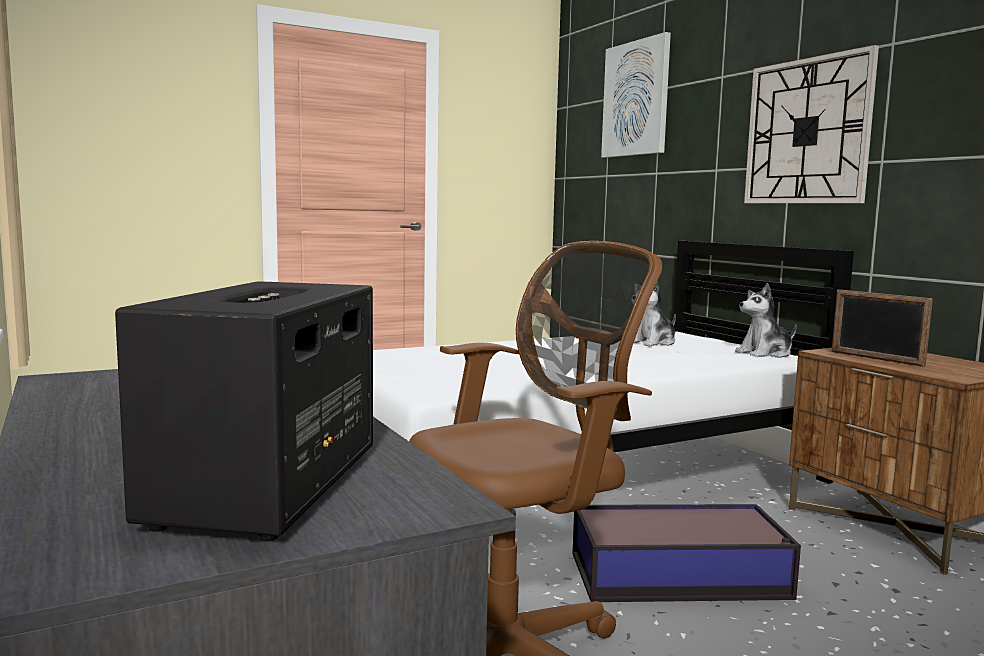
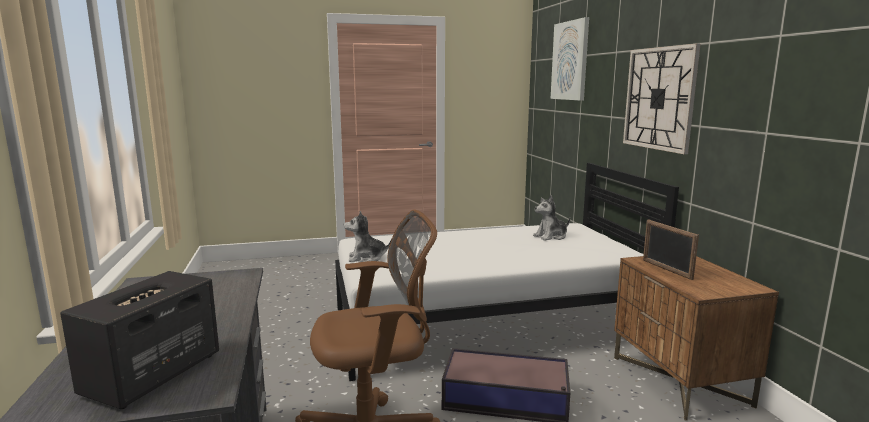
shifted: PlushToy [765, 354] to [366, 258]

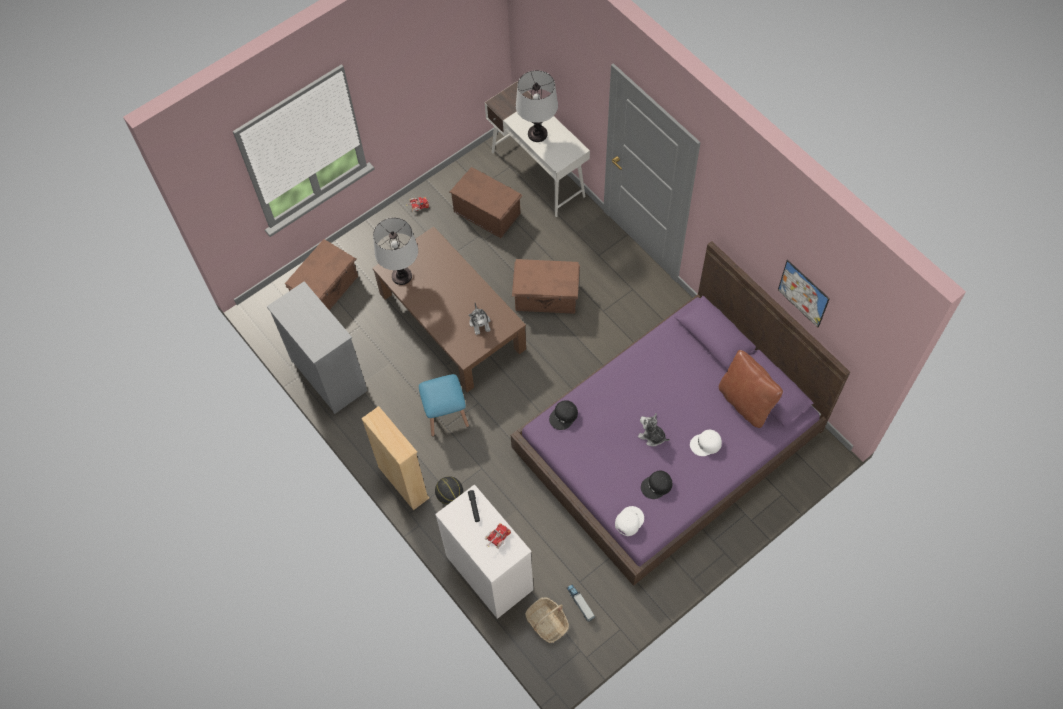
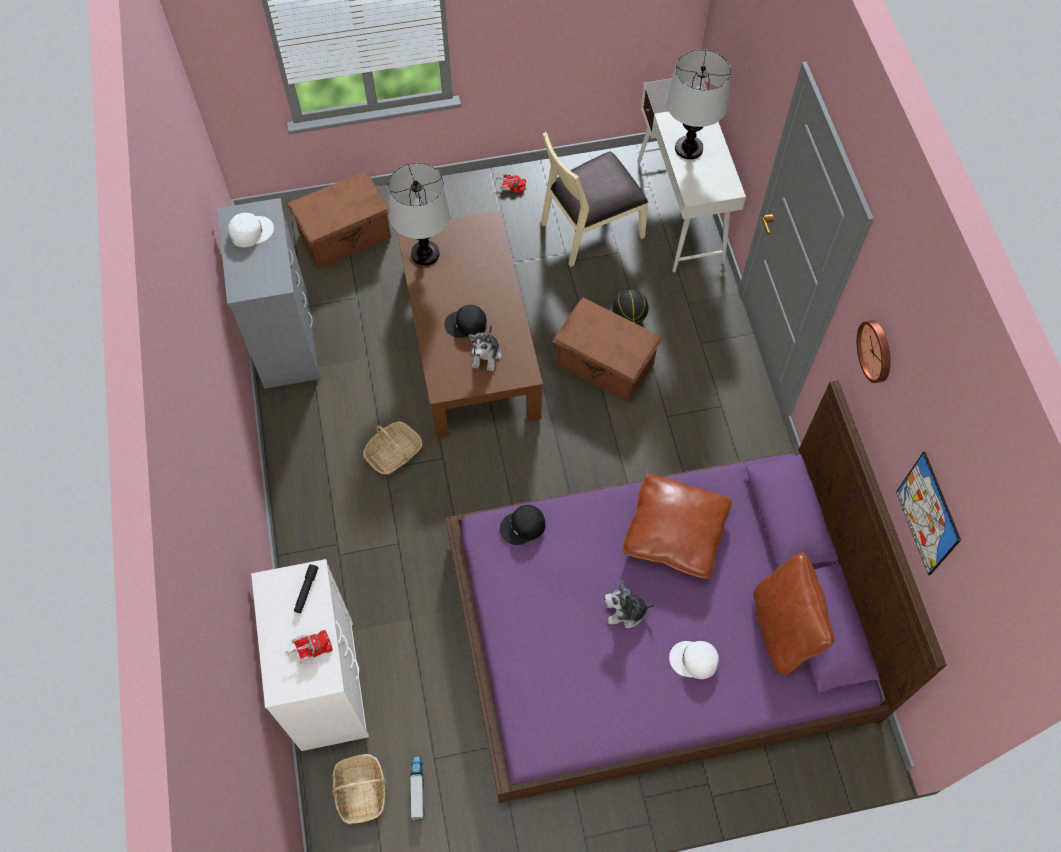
gone: BeigeBookcase [403, 482]
new: BrownPillow [675, 532]; WallClock [876, 351]
shifted: Basketball [450, 495] to [628, 317]; WhiteCap [629, 521] to [250, 231]; BlackCap [657, 486] to [466, 324]
swapped: BlueStool [445, 415] to Basket [394, 453]; BrownStorageBox [487, 212] to BeigeChair [590, 229]
rotated: PlushToy [652, 436] = [625, 612] 60 degrees counterclockwise

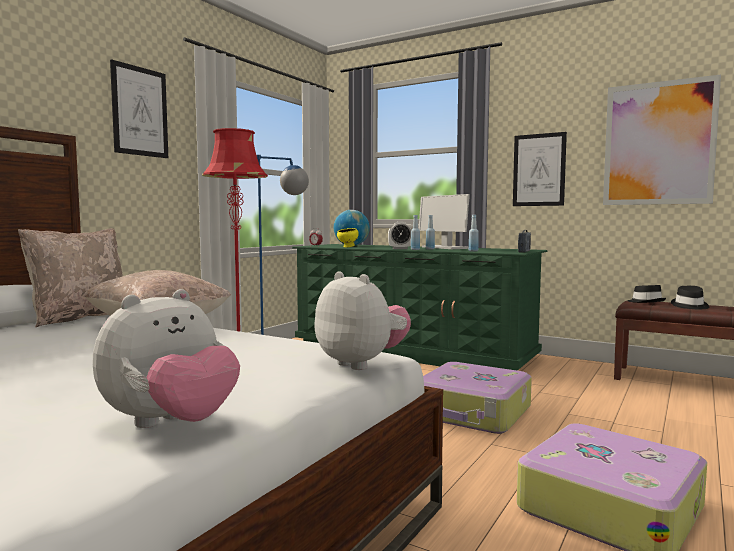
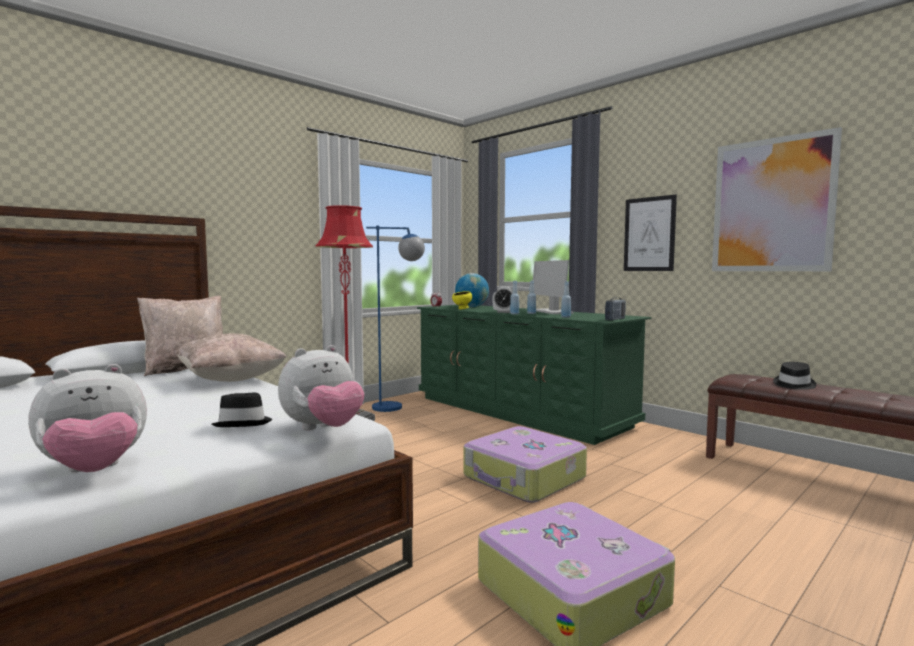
gone: Picture [140, 111]
shifted: BlackHat [646, 302] to [243, 423]
rotated: PlushToy [362, 363] = [323, 429] 75 degrees clockwise

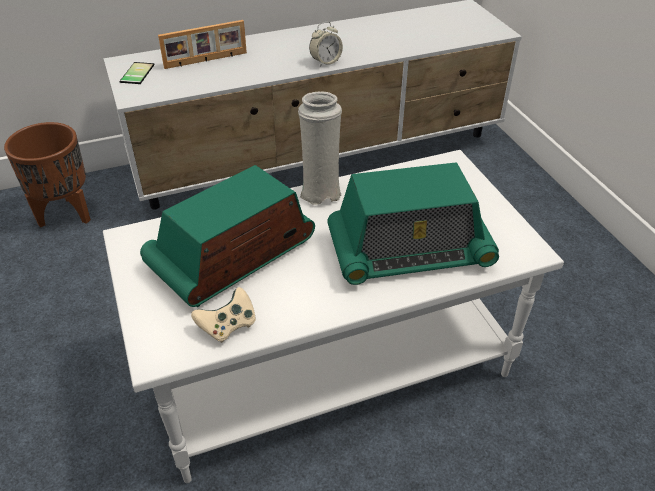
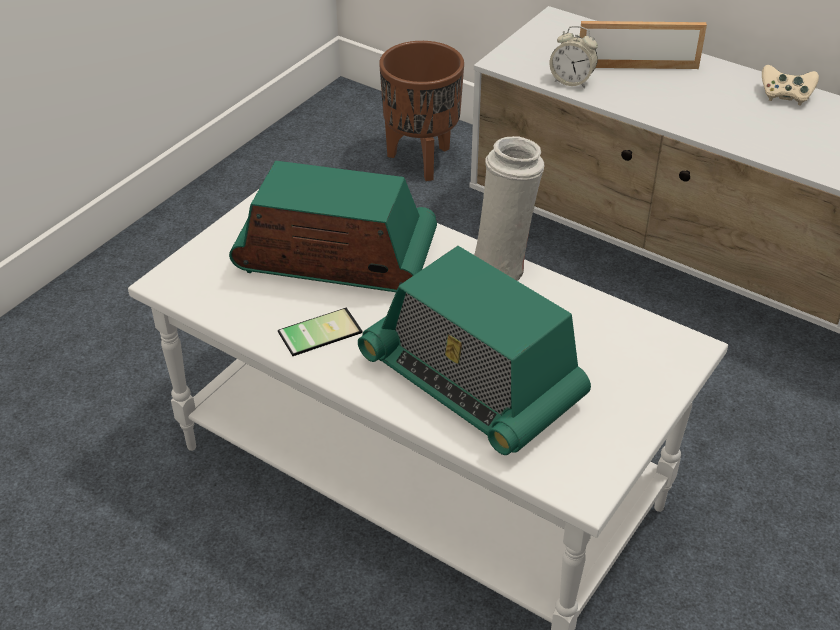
shifted: Phone [135, 73] to [318, 329]; BeigeGameController [228, 326] to [785, 96]; AlarmClock [325, 62] to [571, 81]
rotated: PictureFrame [206, 60] = [637, 66] 150 degrees clockwise

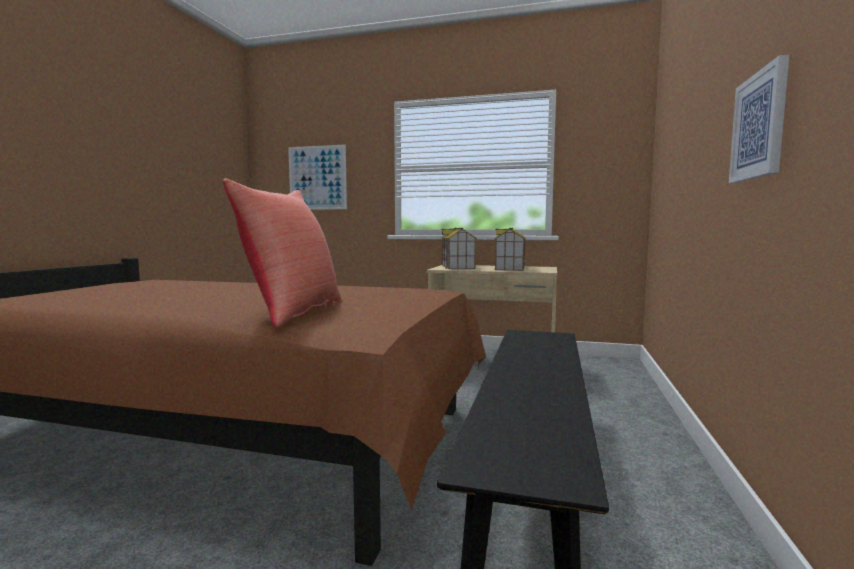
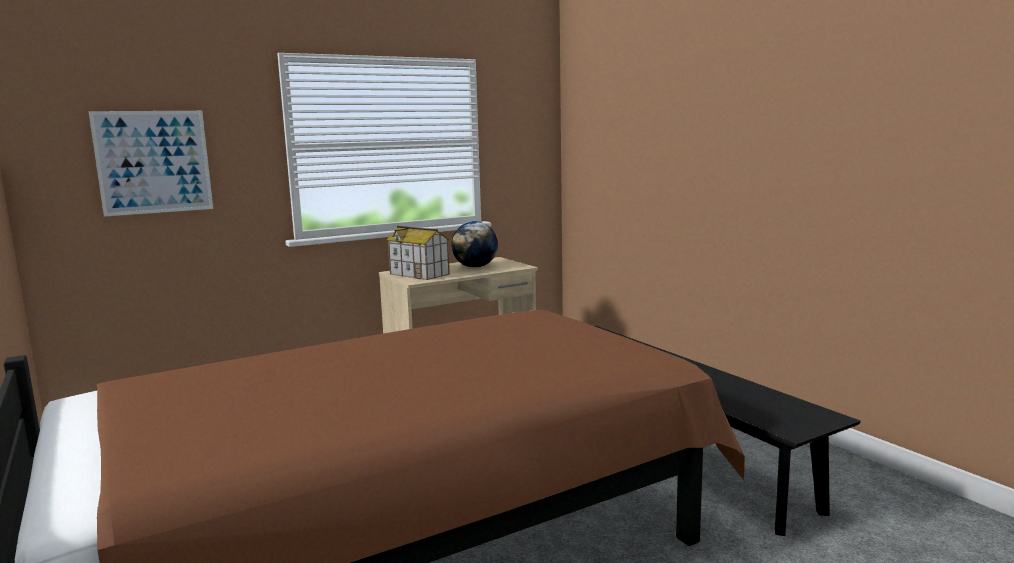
gone: RedPillow [293, 311]; Picture [759, 126]
swapped: ToyHouse [510, 268] to Globe [475, 267]

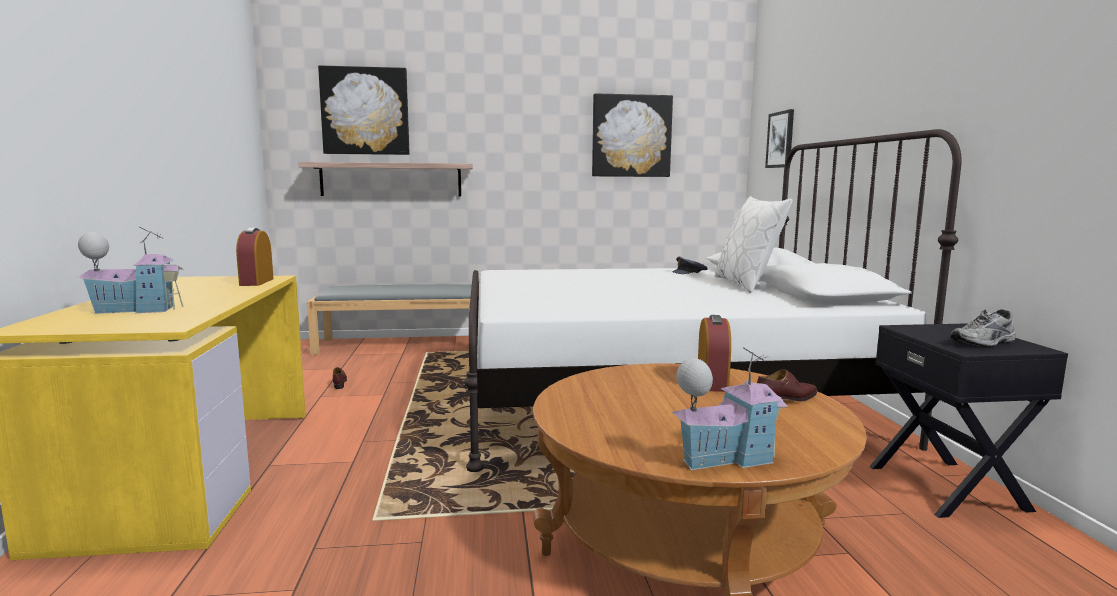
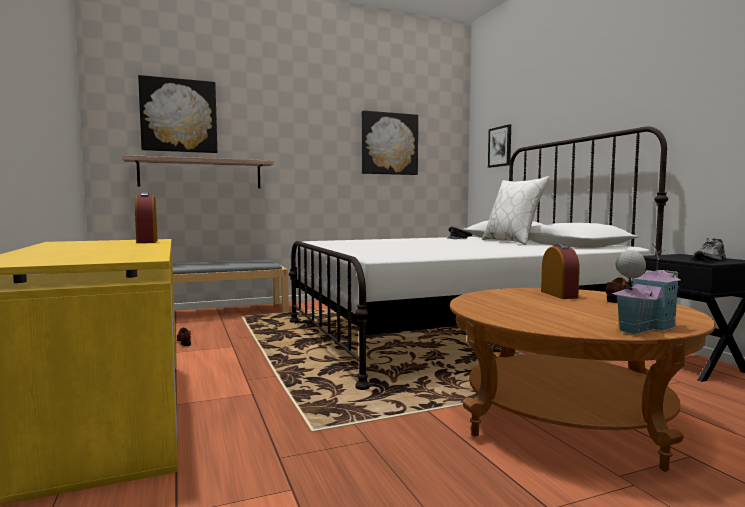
gone: ToyHouse [137, 310]

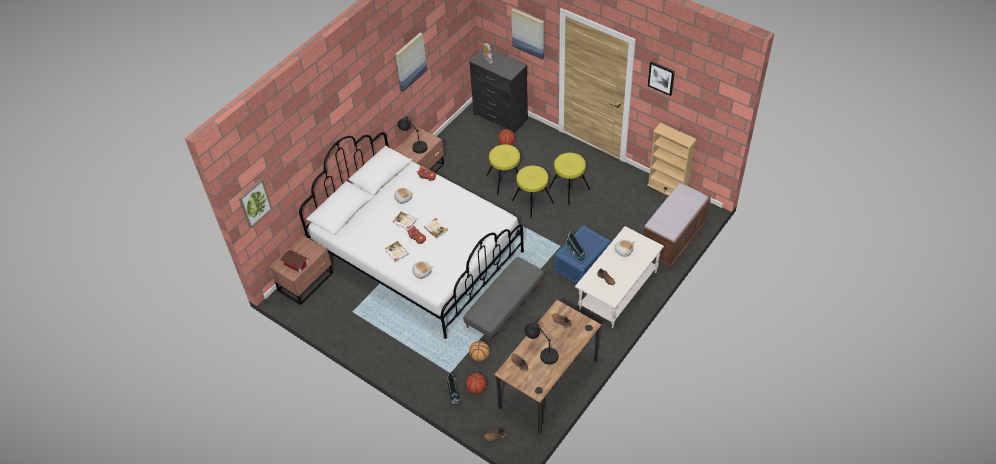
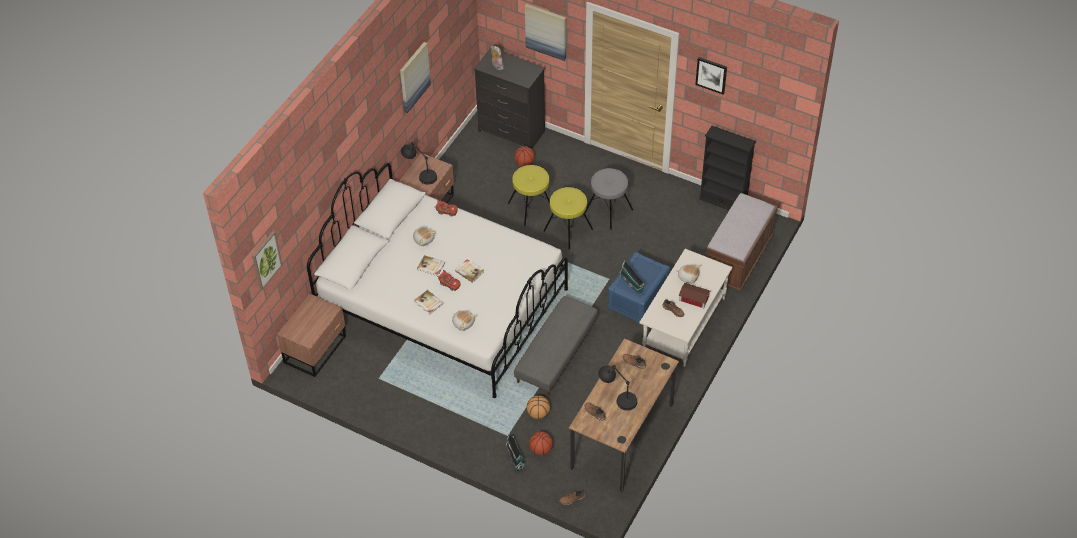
shifted: ToyHouse [295, 264] to [694, 299]
repainted: YellowStool [569, 189] to GreyStool [608, 211]; BeigeBookcase [667, 189] to BlackBookcase [723, 201]

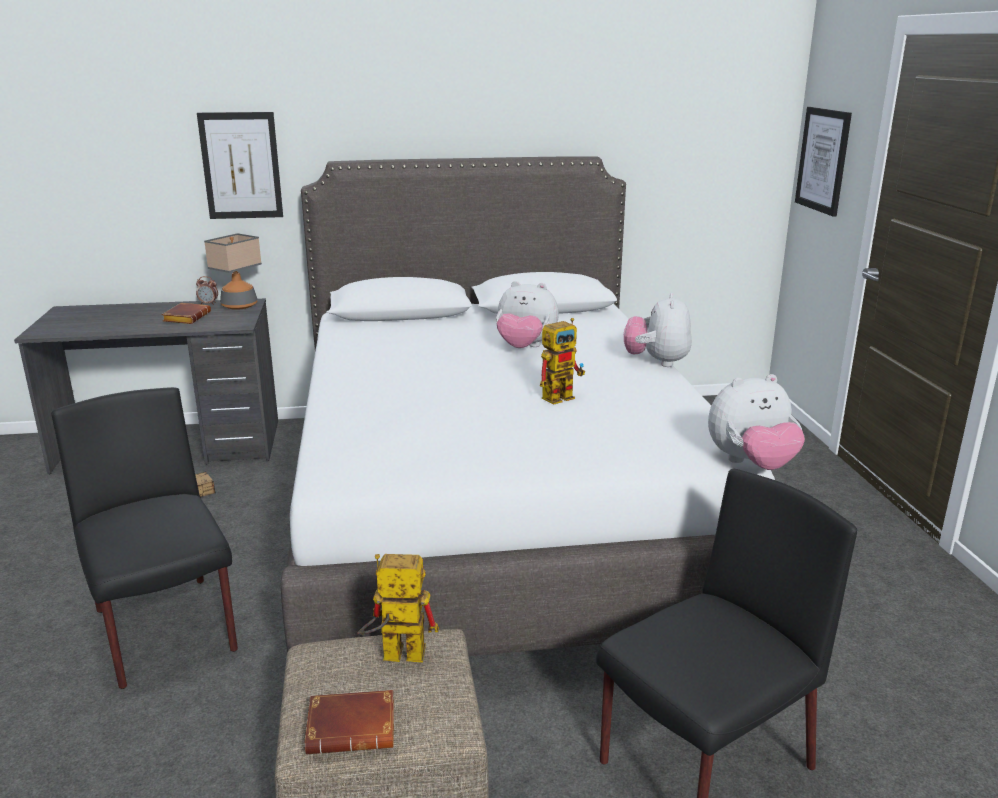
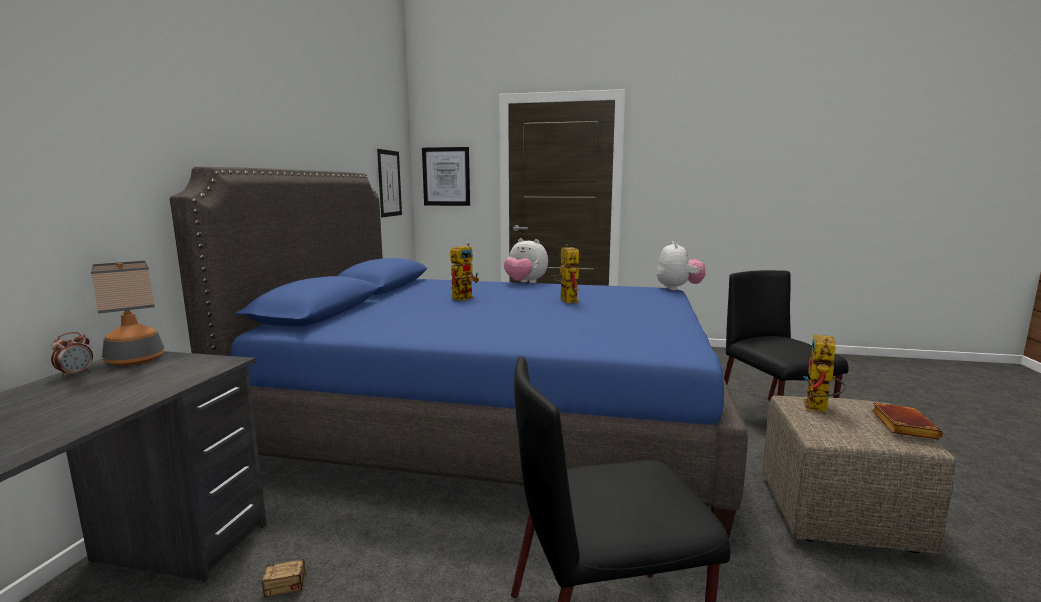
gone: BrownBook [186, 317]
shifted: Picture [241, 166] to [389, 183]
swapped: PlushToy [525, 348] to ToyRobot [464, 297]
repainted: WhiteBed [495, 511] to BlueBed [493, 425]

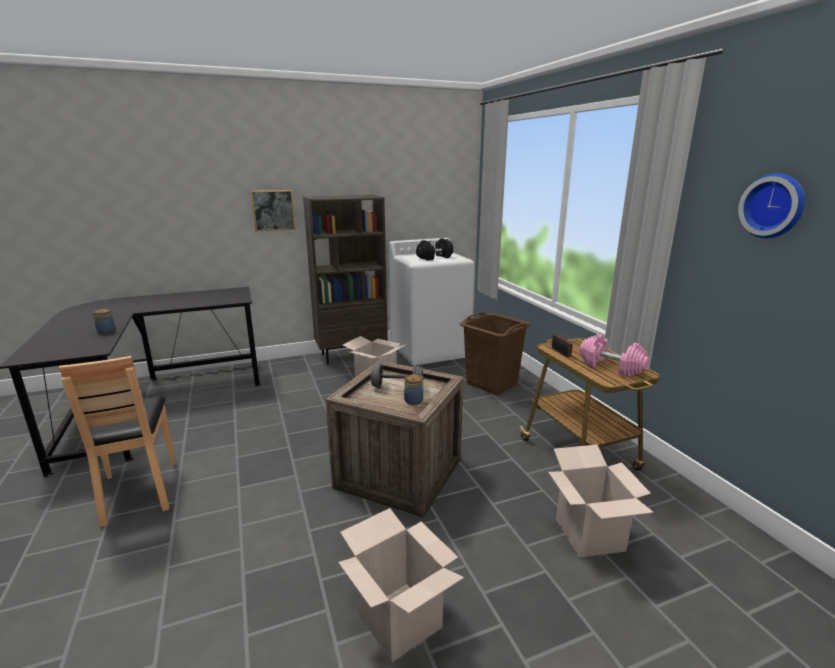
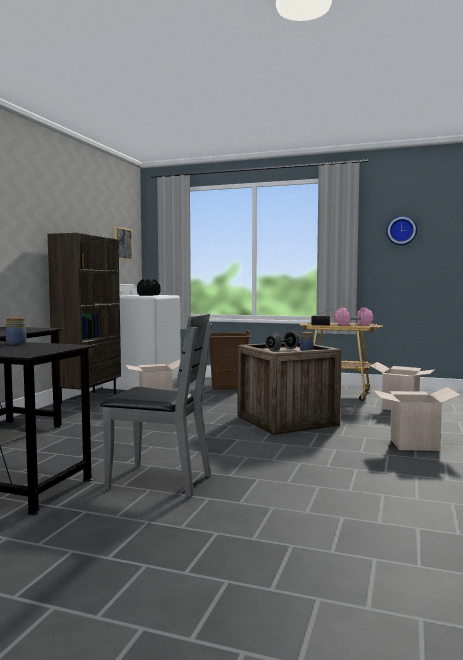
shifted: Picture [273, 210] to [122, 243]
repainted: BrownChair [139, 491] to GreyChair [159, 481]

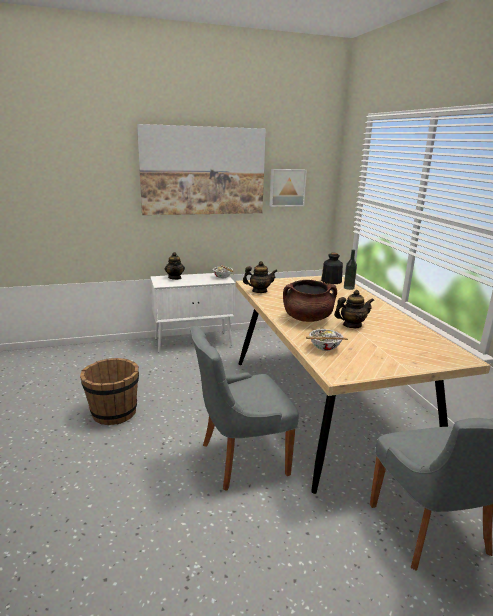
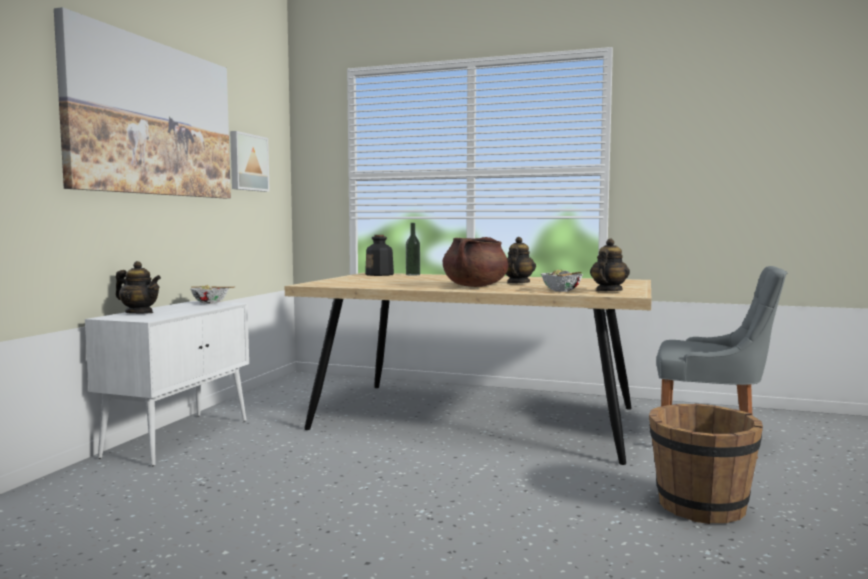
gone: GreyChair [240, 459]
shifted: BrownBucket [113, 413] to [700, 507]; Teapot [259, 291] to [608, 291]

